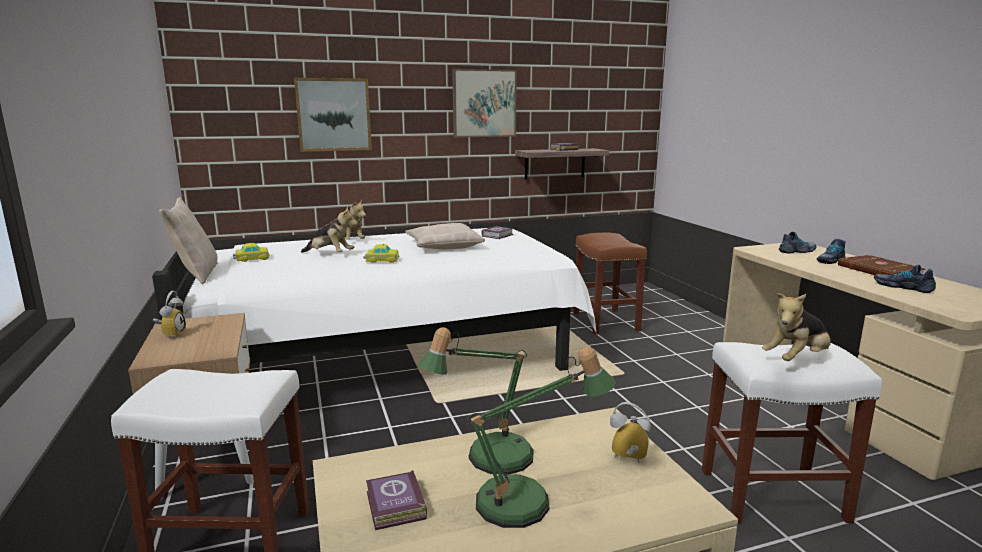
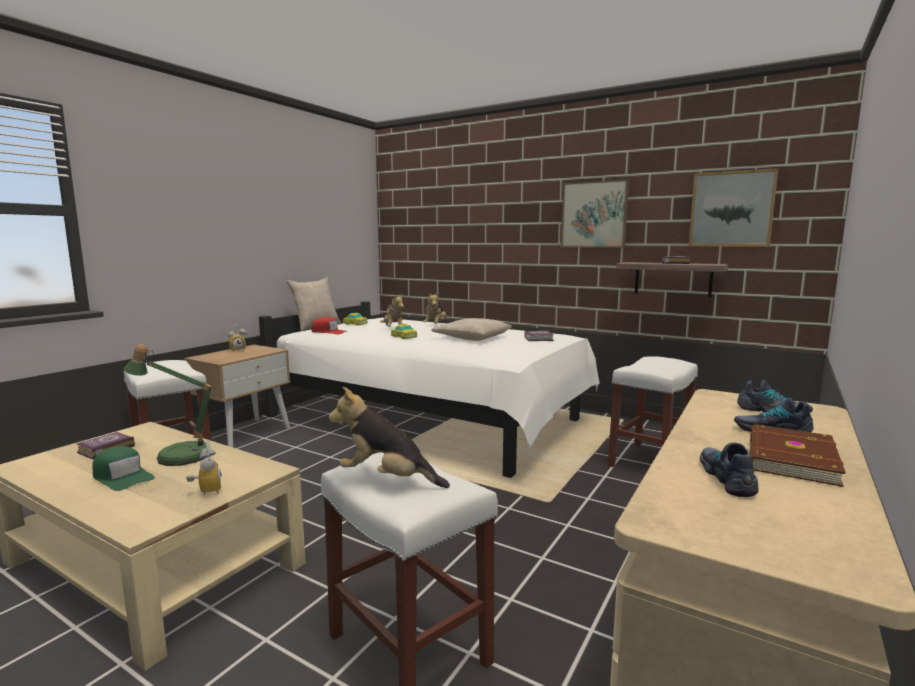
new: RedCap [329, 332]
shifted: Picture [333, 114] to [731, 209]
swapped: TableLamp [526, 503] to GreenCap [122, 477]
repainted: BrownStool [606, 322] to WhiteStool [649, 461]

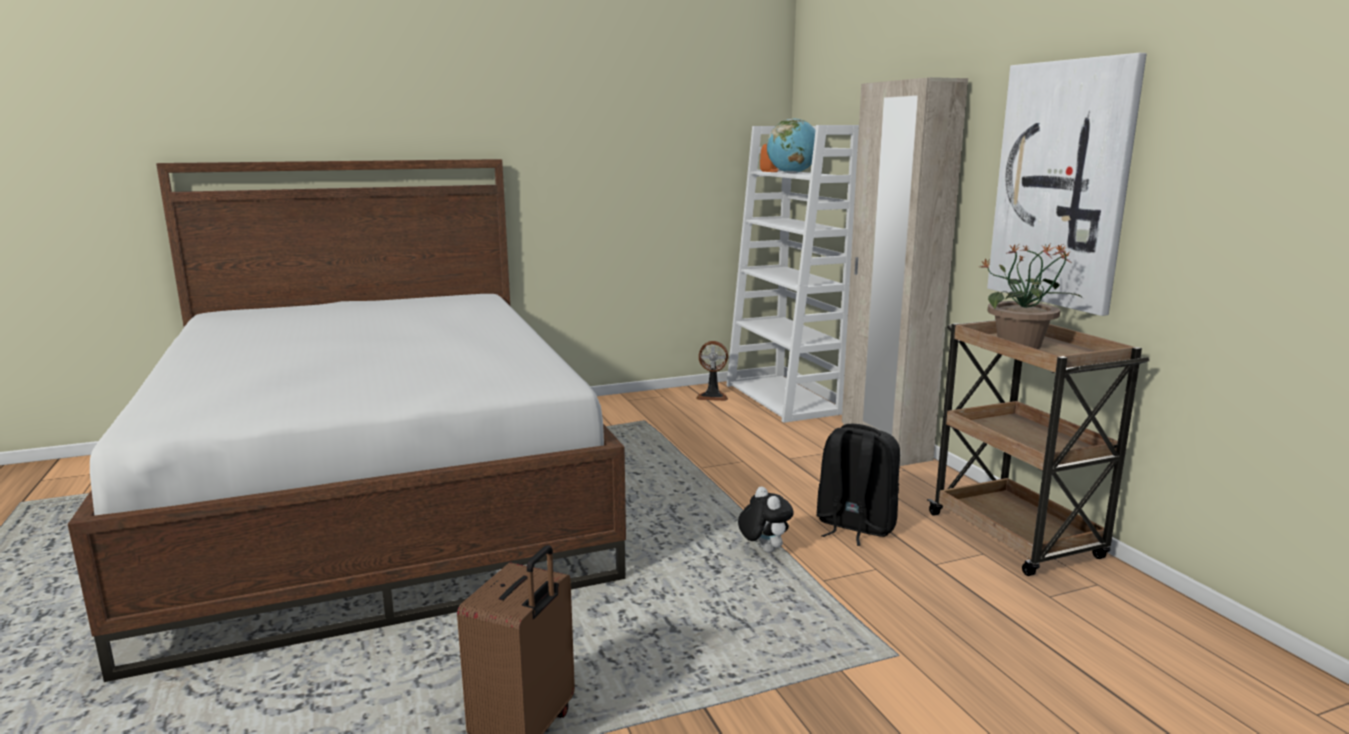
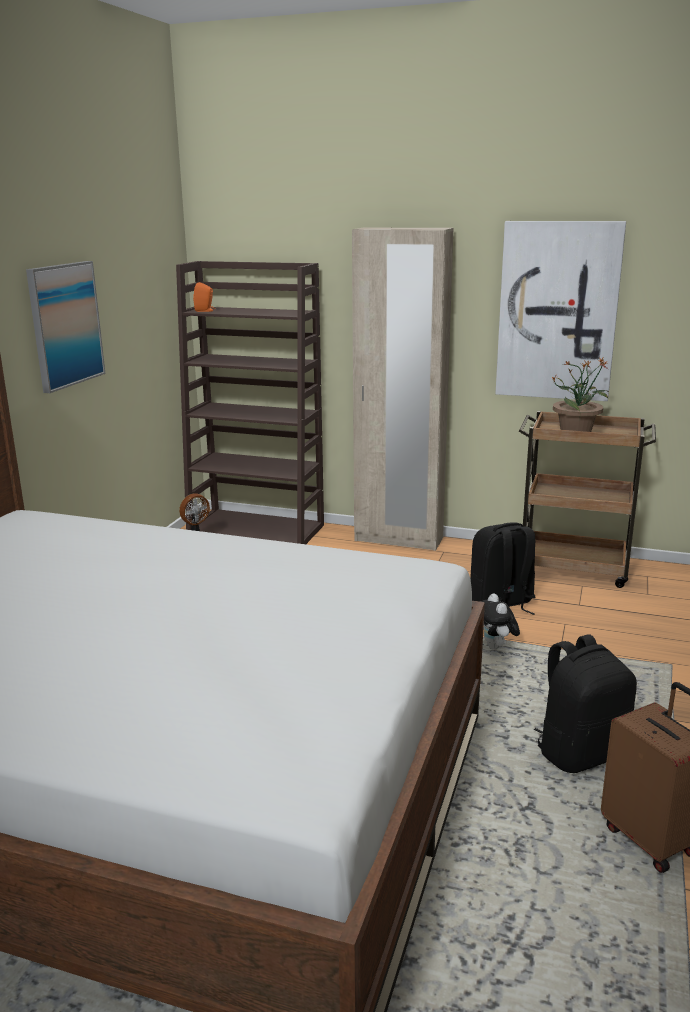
gone: Globe [792, 173]
new: Picture [65, 325]; BlackBackpack [580, 752]
repainted: WhiteBookcase [784, 399] to BrownBookcase [257, 530]
rotated: PlushToy [763, 550] = [496, 647] 120 degrees counterclockwise

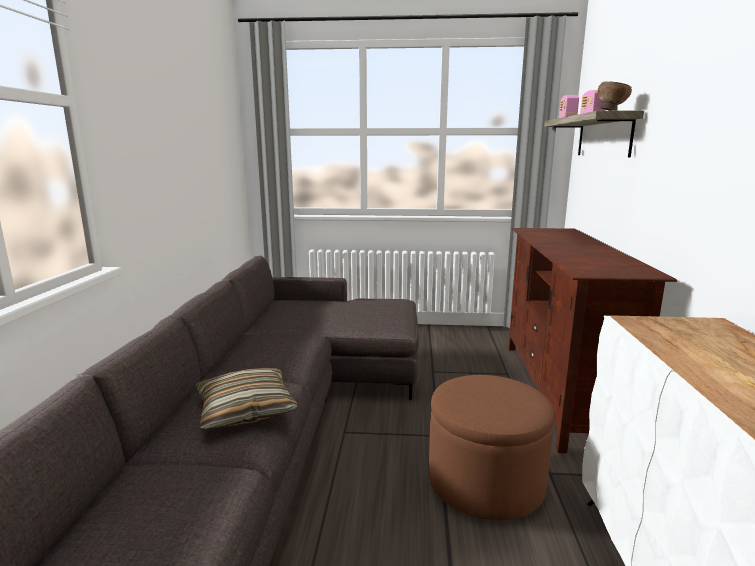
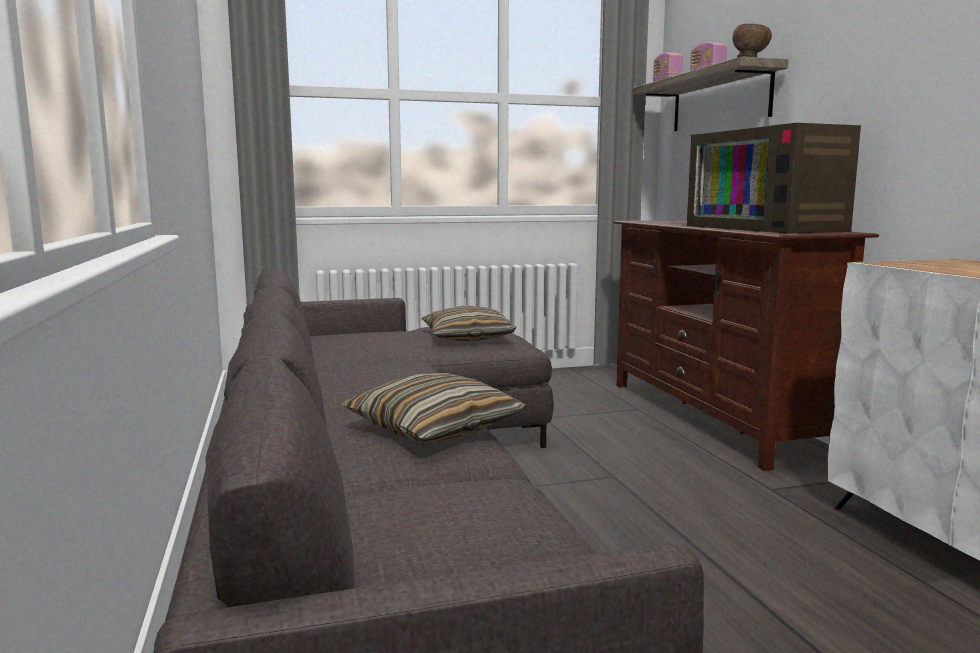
gone: BrownOttoman [485, 482]
new: Pillow [467, 337]; Television [768, 228]

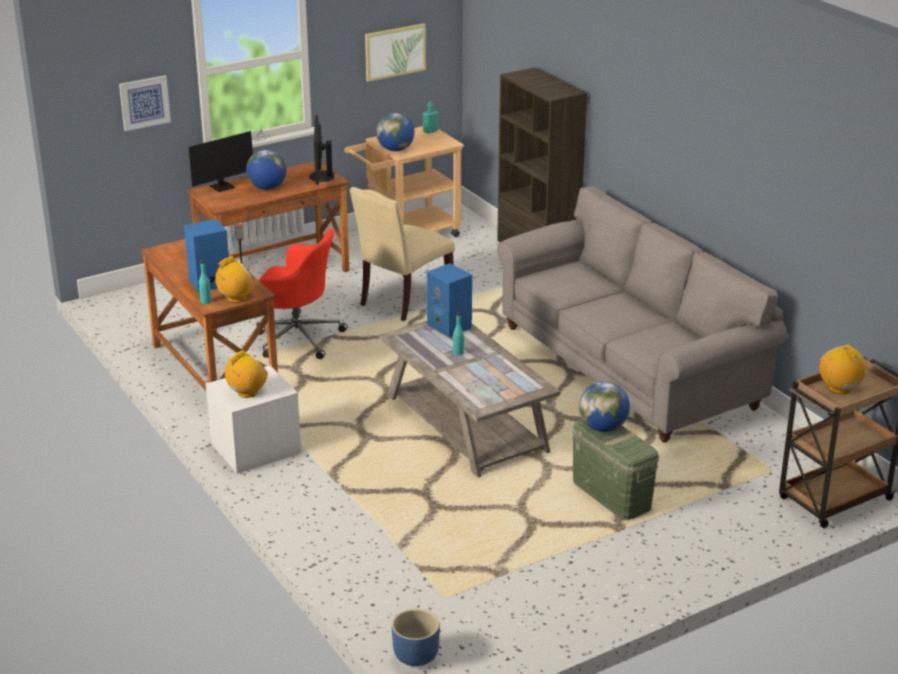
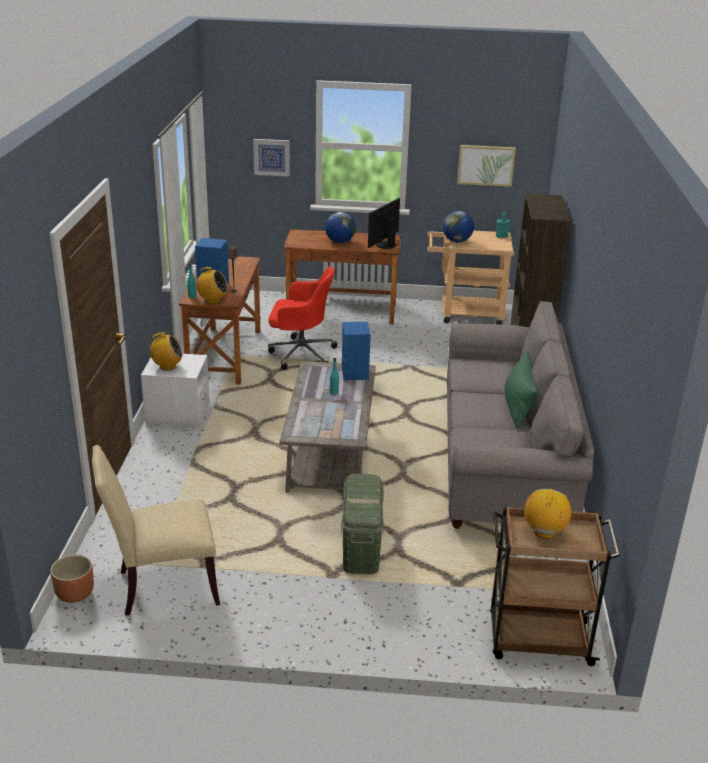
gone: Monitor [226, 186]; Globe [603, 427]
new: GreenPillow [518, 407]
shifted: BeigeChair [403, 301] to [163, 586]
repainted: BluePlanter [416, 657] to BrownPlanter [74, 594]
rotated: RedOfficeChair [296, 338] = [300, 354] 45 degrees counterclockwise

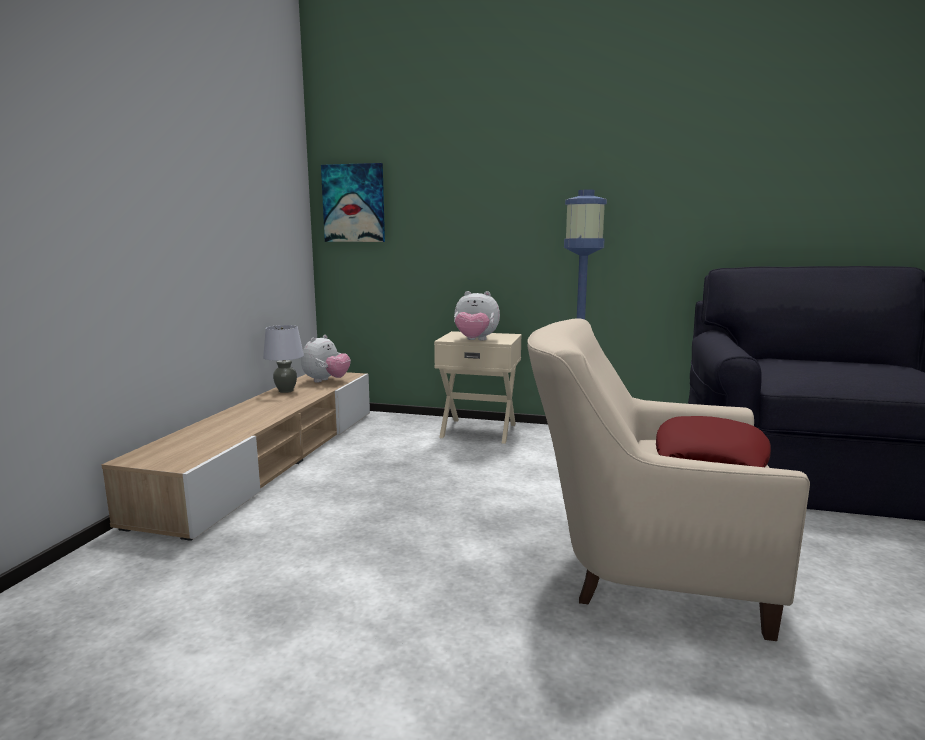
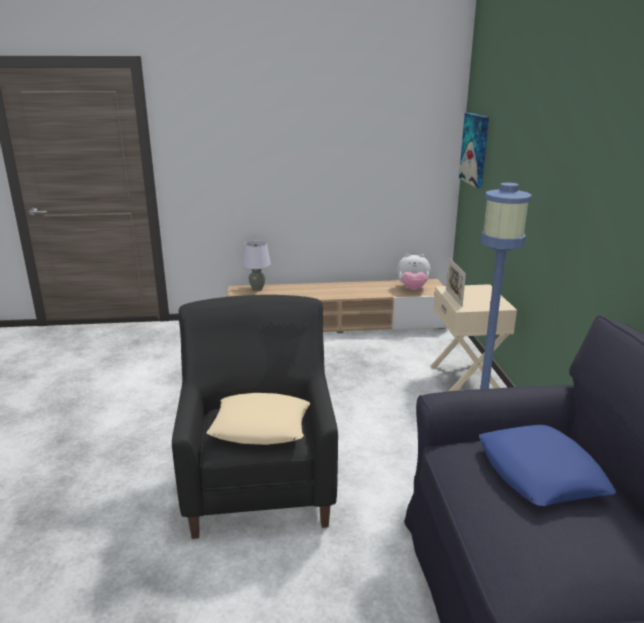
new: BluePillow [540, 473]
shifted: GreyTableLamp [286, 391] to [257, 289]
swapped: PlushToy [475, 340] to PictureFrame [454, 298]
repainted: BeigeArmchair [641, 570] to BlackArmchair [259, 480]; RedPillow [709, 455] to BeigePillow [261, 426]

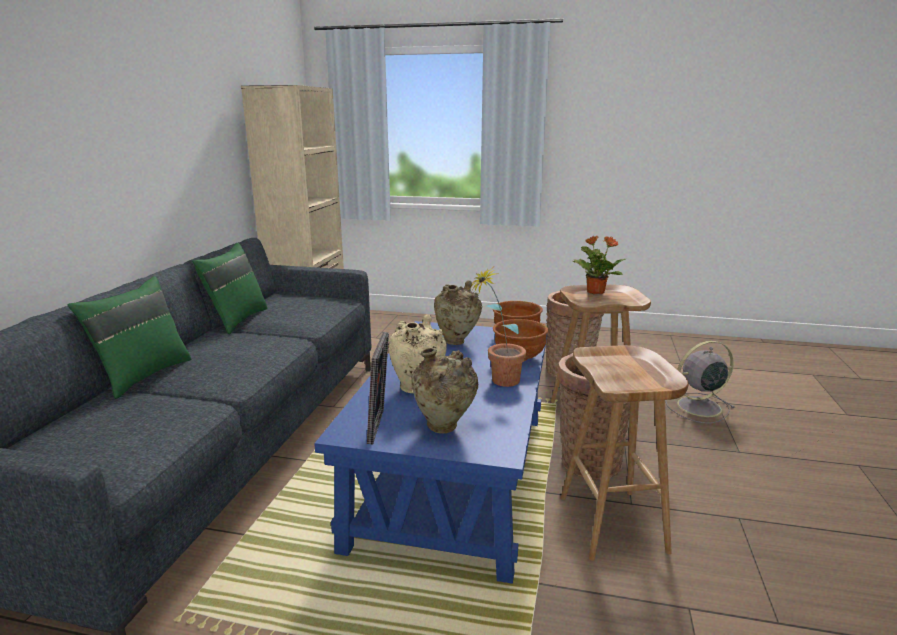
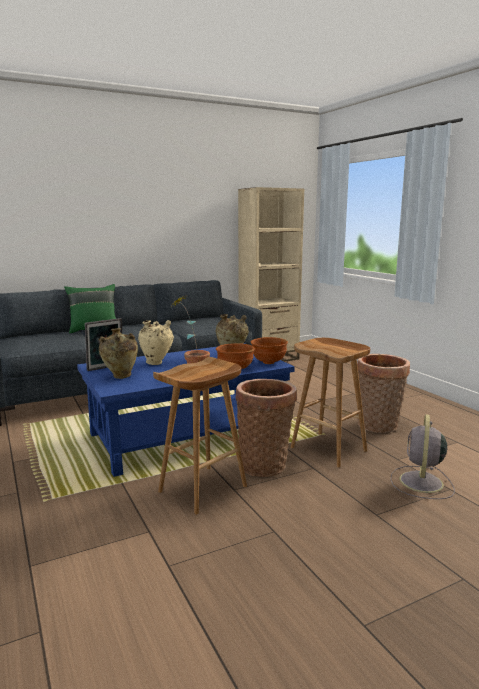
gone: GreenPillow [236, 320]; PottedPlant [595, 291]
rotated: GreyFan [697, 407] = [421, 483] 105 degrees counterclockwise

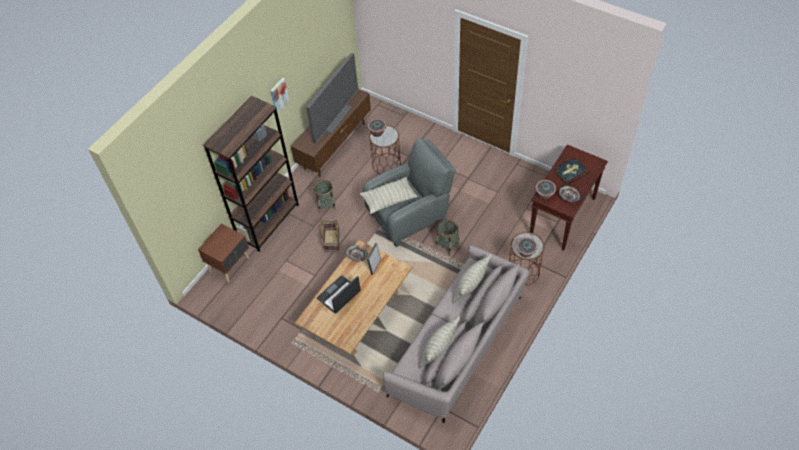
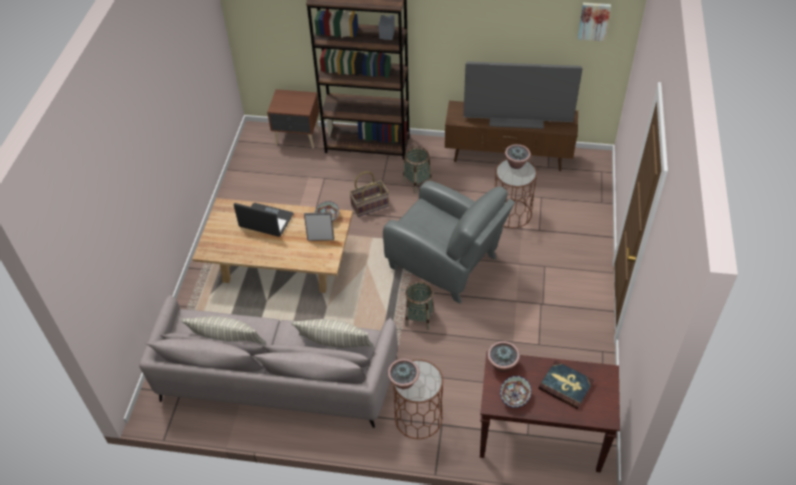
gone: Pillow [388, 199]
shifted: Picture [278, 95] to [594, 20]

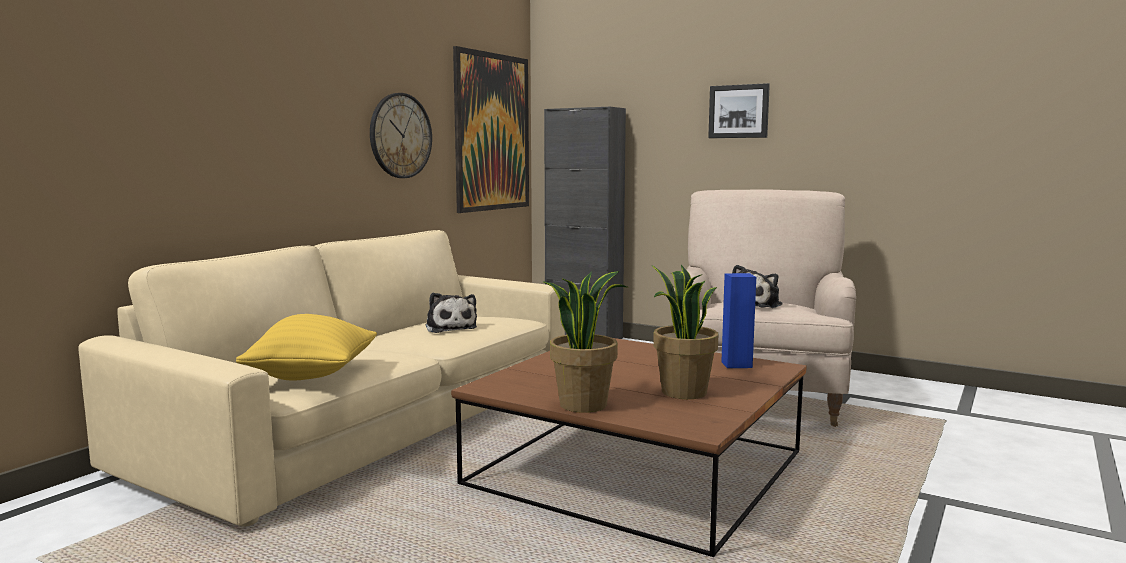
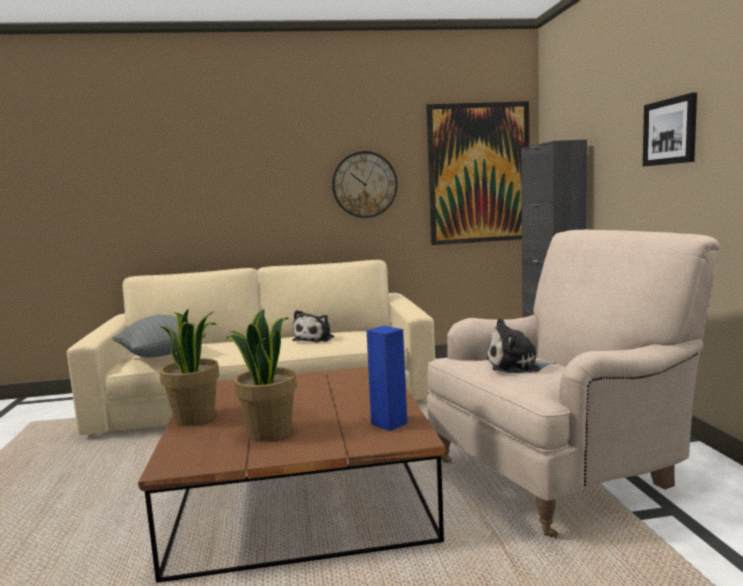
repainted: YellowPillow [312, 376] to GreyPillow [161, 356]

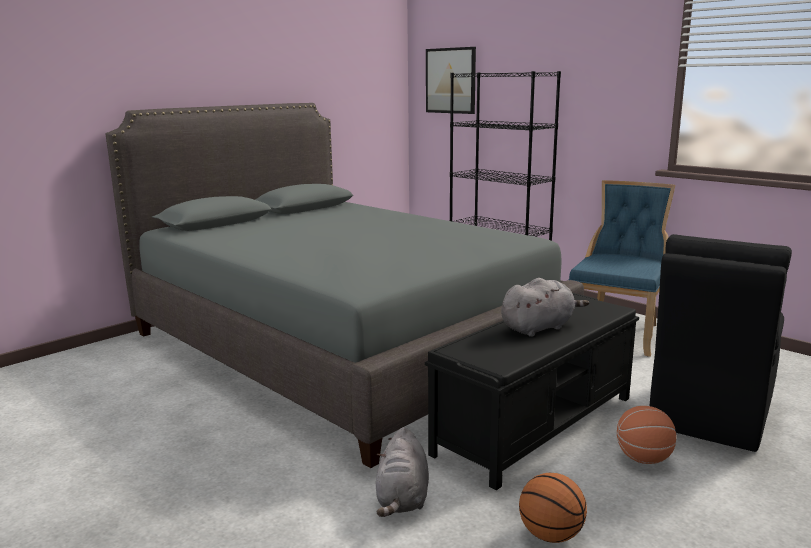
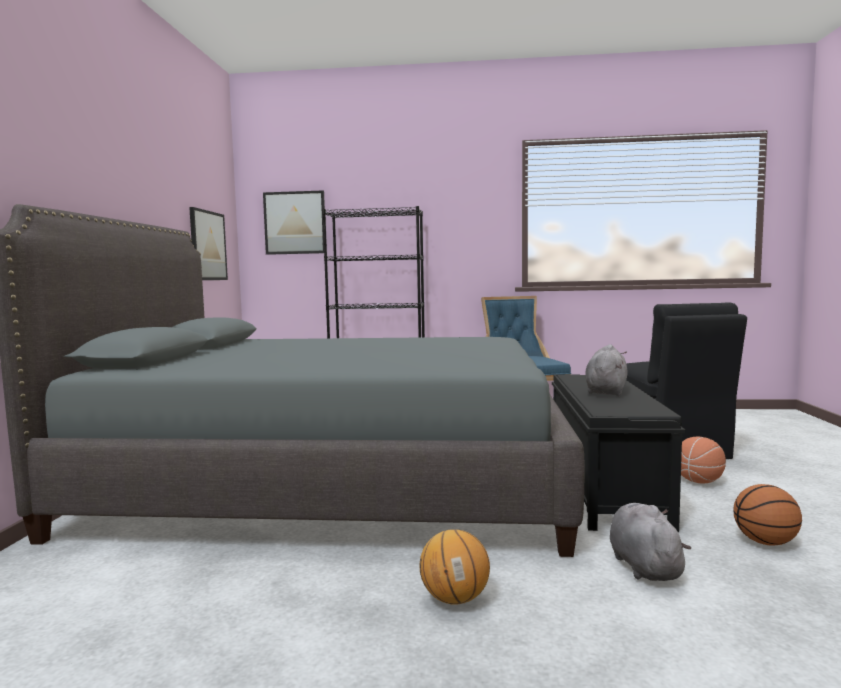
new: Picture [208, 245]; Basketball [454, 599]
rotated: GreyPlushToy [402, 499] = [643, 565] 150 degrees counterclockwise

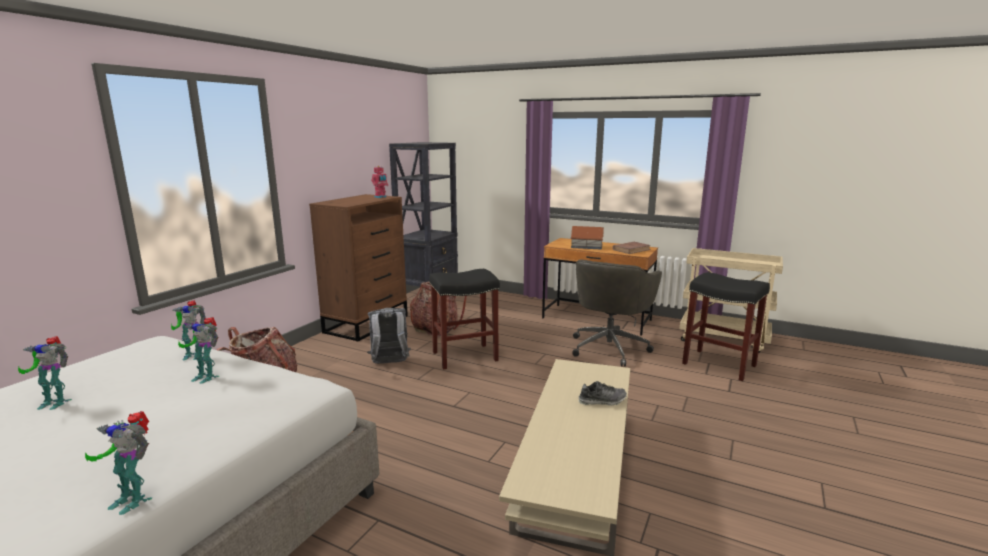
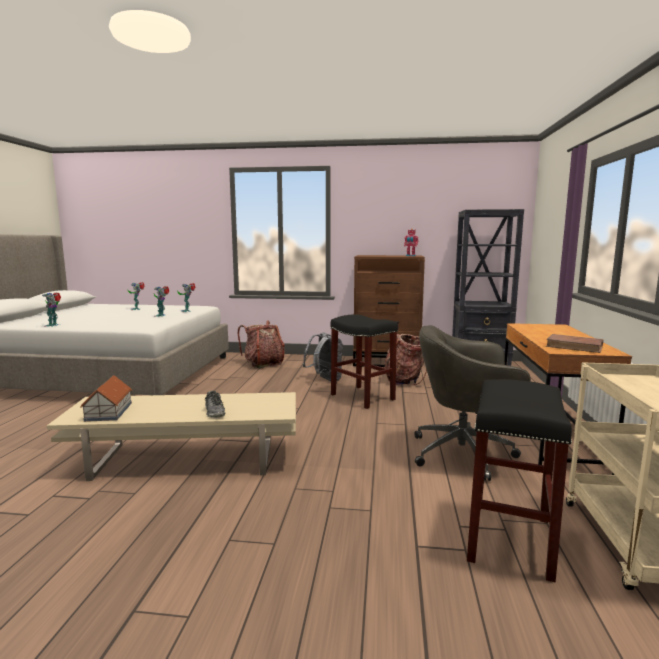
shifted: ToyHouse [587, 246] to [108, 412]

